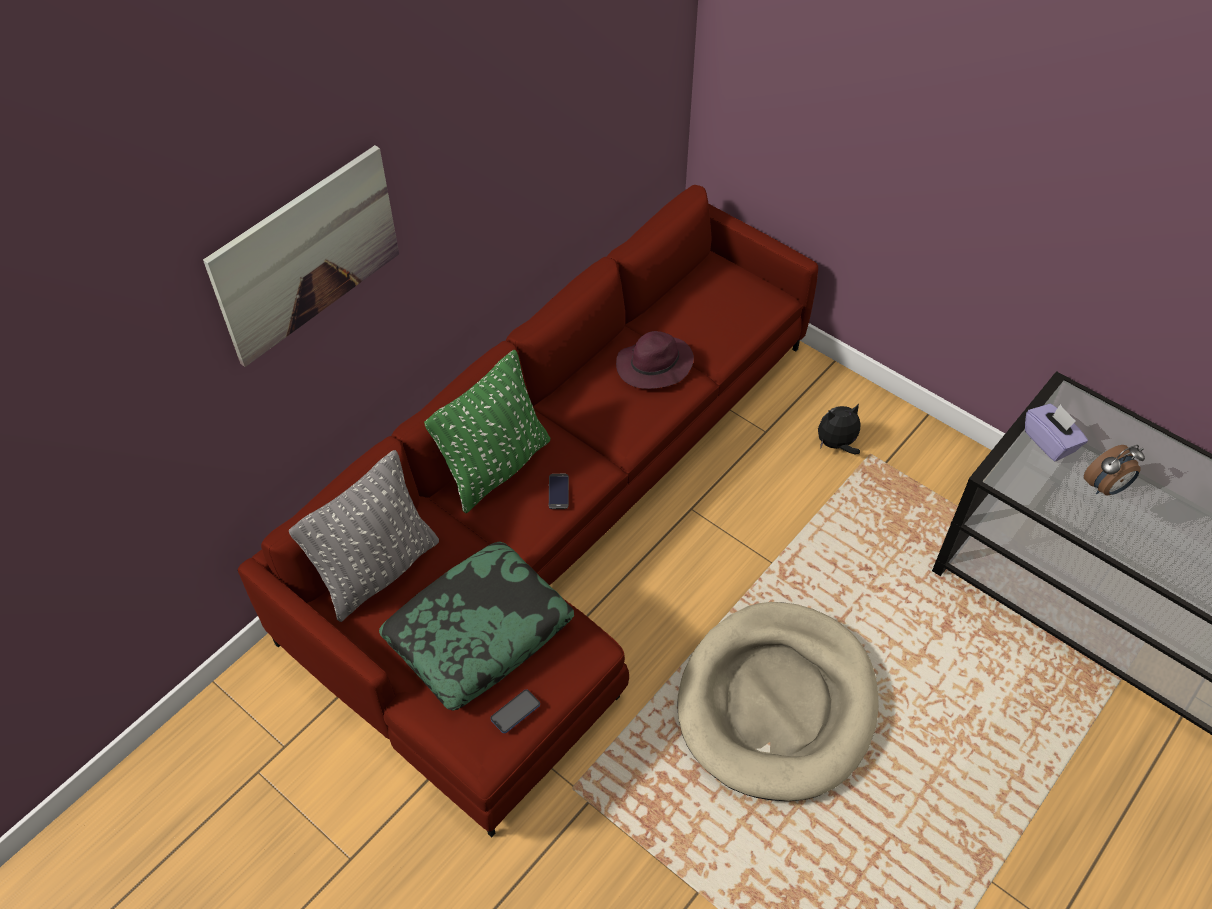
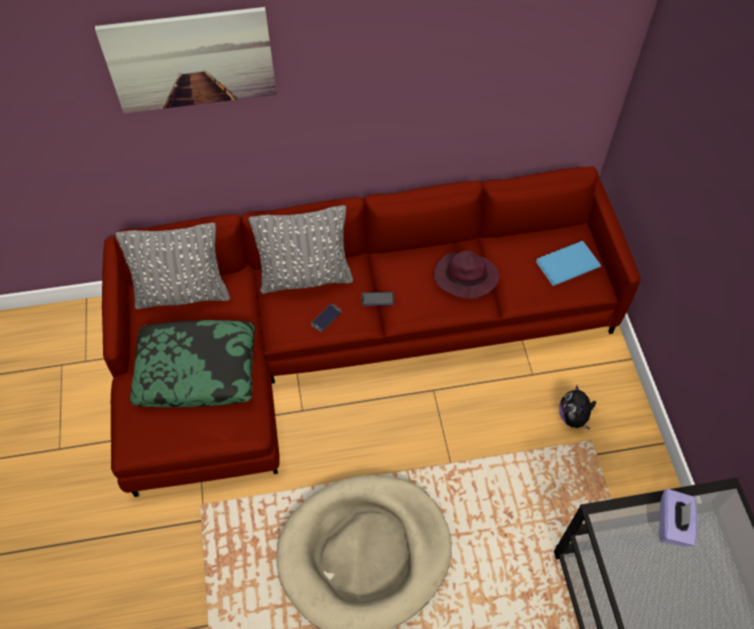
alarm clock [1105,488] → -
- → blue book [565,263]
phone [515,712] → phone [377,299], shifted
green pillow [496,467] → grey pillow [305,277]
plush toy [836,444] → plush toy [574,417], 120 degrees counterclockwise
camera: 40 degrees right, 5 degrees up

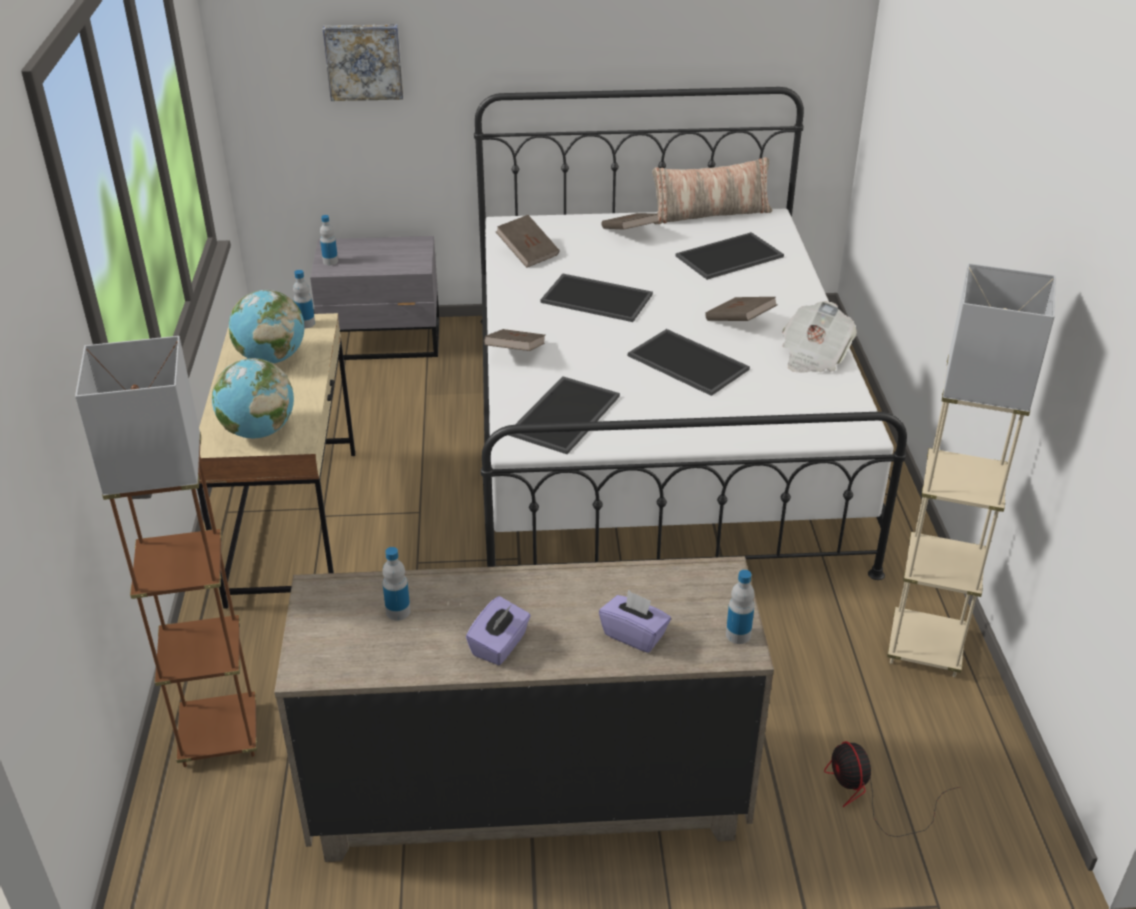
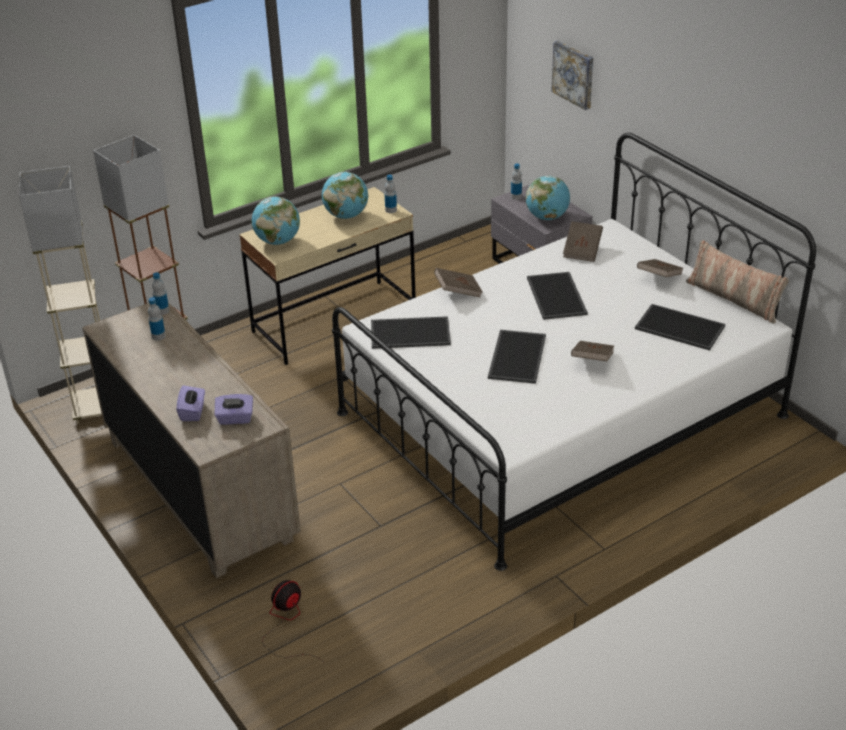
newspaper [813,356] → -
- → globe [547,217]
purple tissue box [500,645] → purple tissue box [235,419], shifted
bottle [738,635] → bottle [162,311], shifted
beige floor lamp [925,648] → beige floor lamp [96,408], shifted
camera: 60 degrees right, 0 degrees up

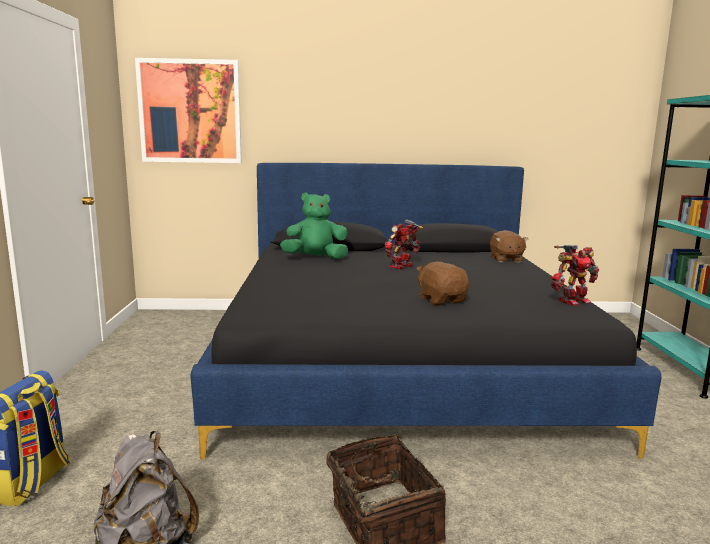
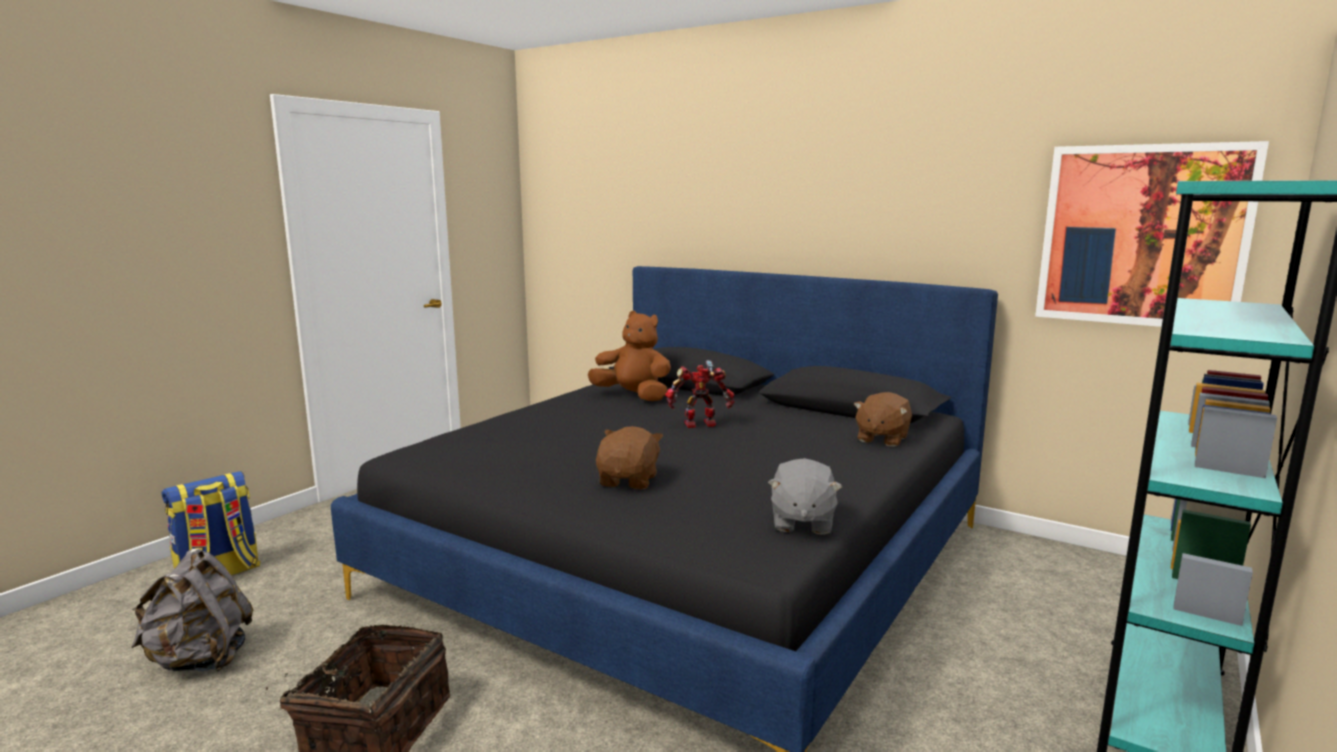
picture [190,111] → picture [1142,236], shifted
toy robot [572,301] → grey plush toy [801,522]
green plush toy [315,258] → brown plush toy [633,396]
camera: 35 degrees right, 0 degrees up

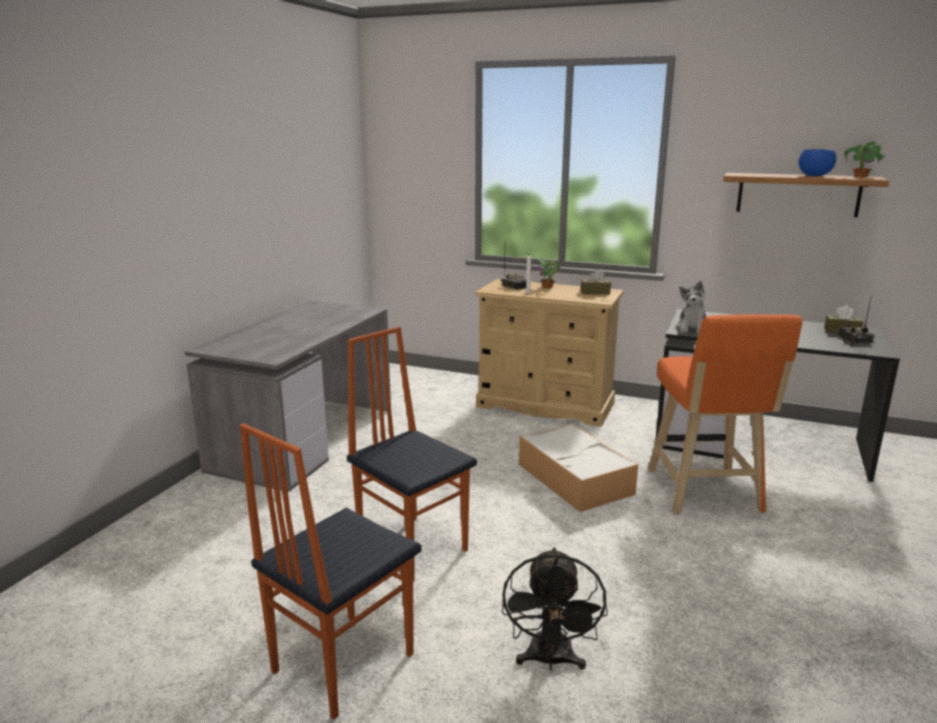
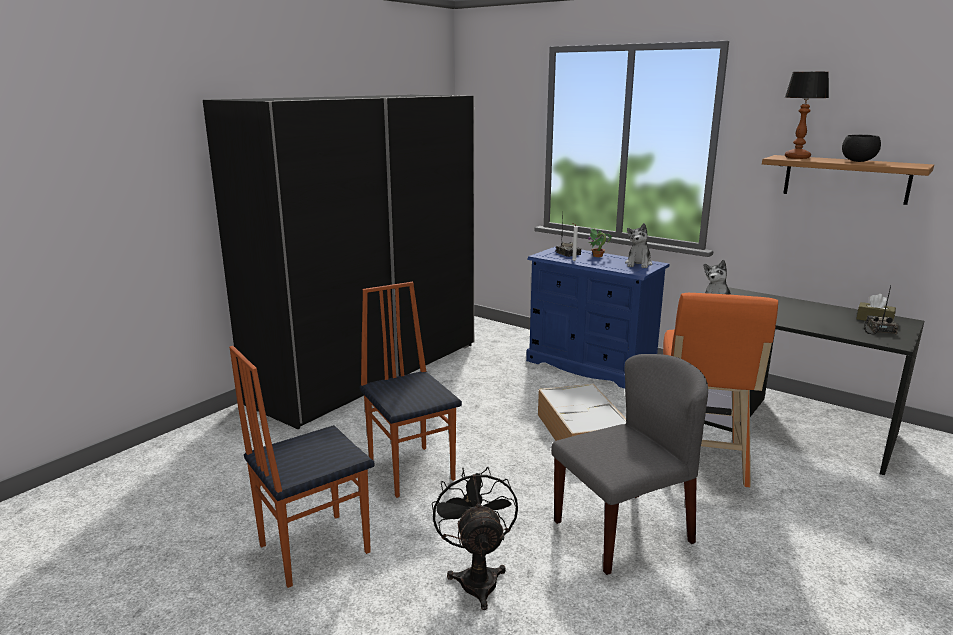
potted plant [860,176] → -
- → grey chair [623,530]
- → table lamp [797,157]
grey desk [305,438] → black wardrobe [368,371]
brown tissue box [595,292] → plush toy [638,264]
beige dresser [545,405] → blue dresser [590,366]
blue bowl [814,176] → black bowl [857,161]
black fan [550,661] → black fan [477,577], 150 degrees clockwise
camera: 15 degrees right, 0 degrees up

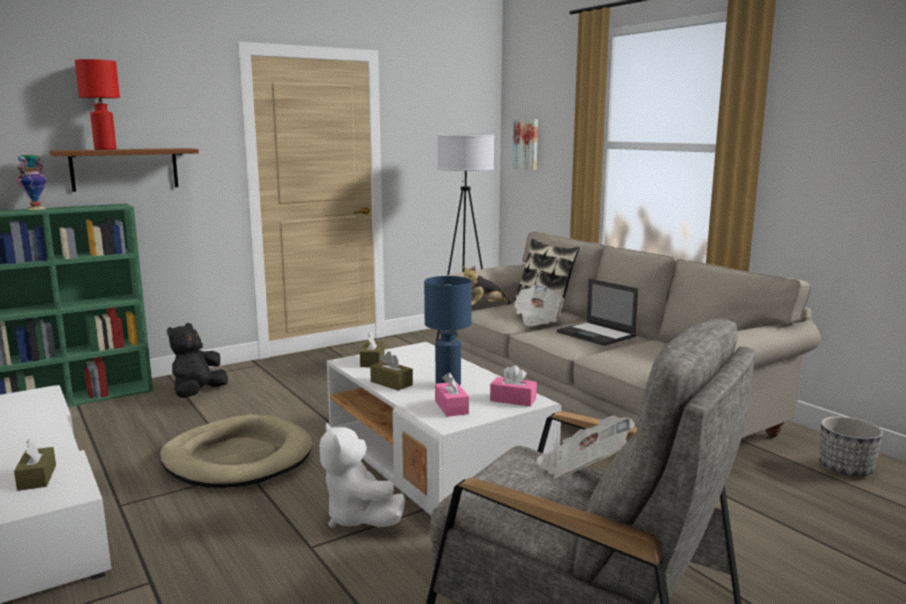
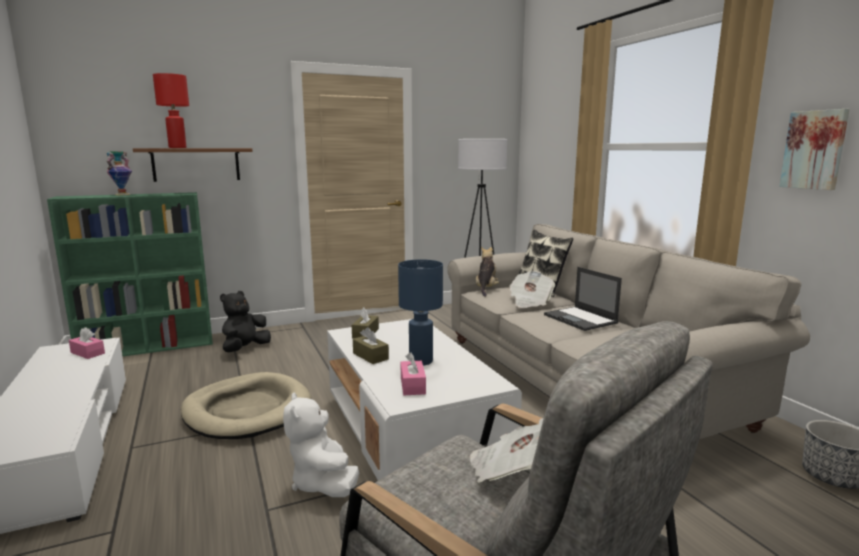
brown tissue box [37,477] → -
pink tissue box [513,400] → pink tissue box [87,353], shifted
picture [527,144] → picture [814,150], shifted
plush toy [484,308] → plush toy [486,289], 120 degrees clockwise
camera: 10 degrees right, 0 degrees up

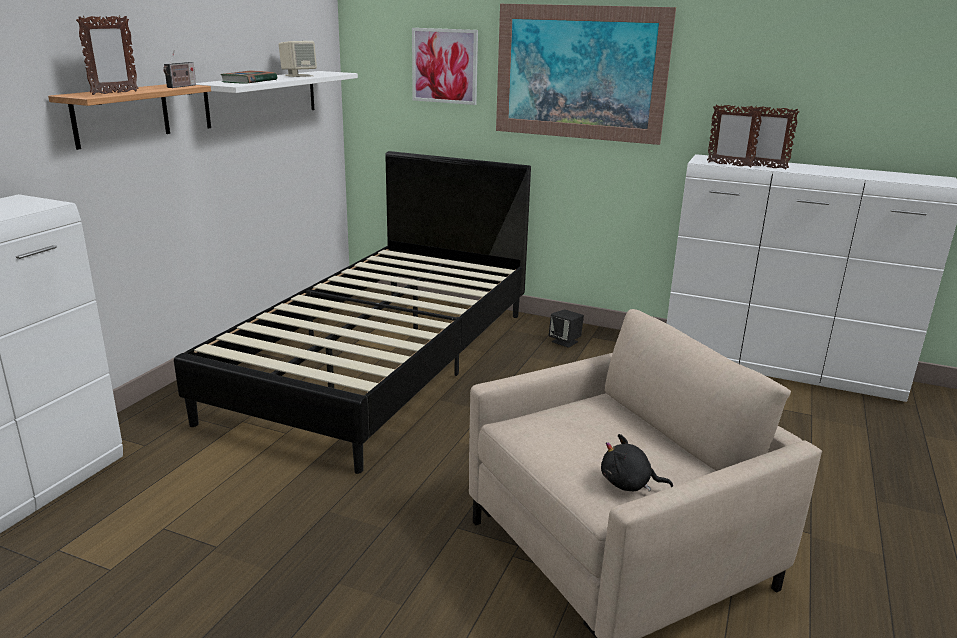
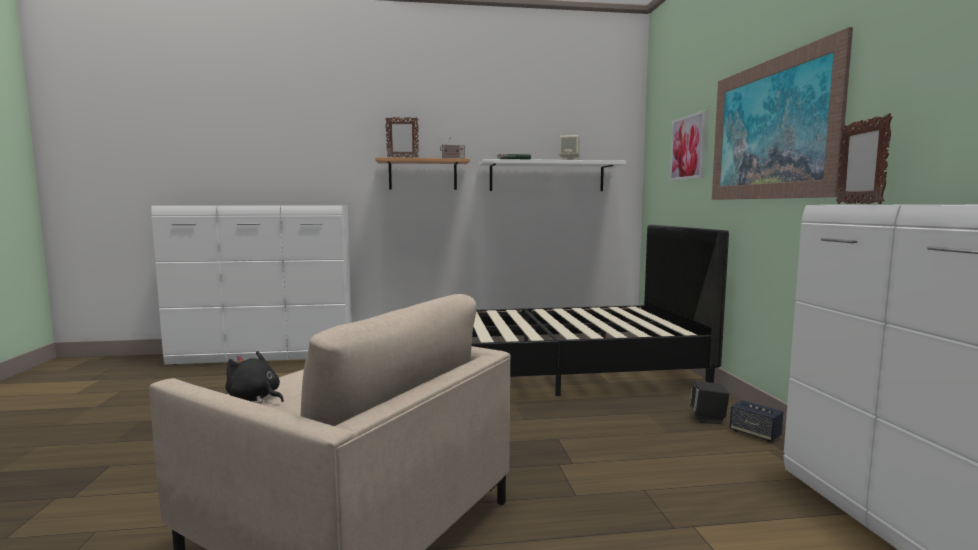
picture frame [763,167] → -
- → speaker [755,434]
black plush toy [629,484] → black plush toy [255,399], 45 degrees counterclockwise
camera: 60 degrees right, 15 degrees down

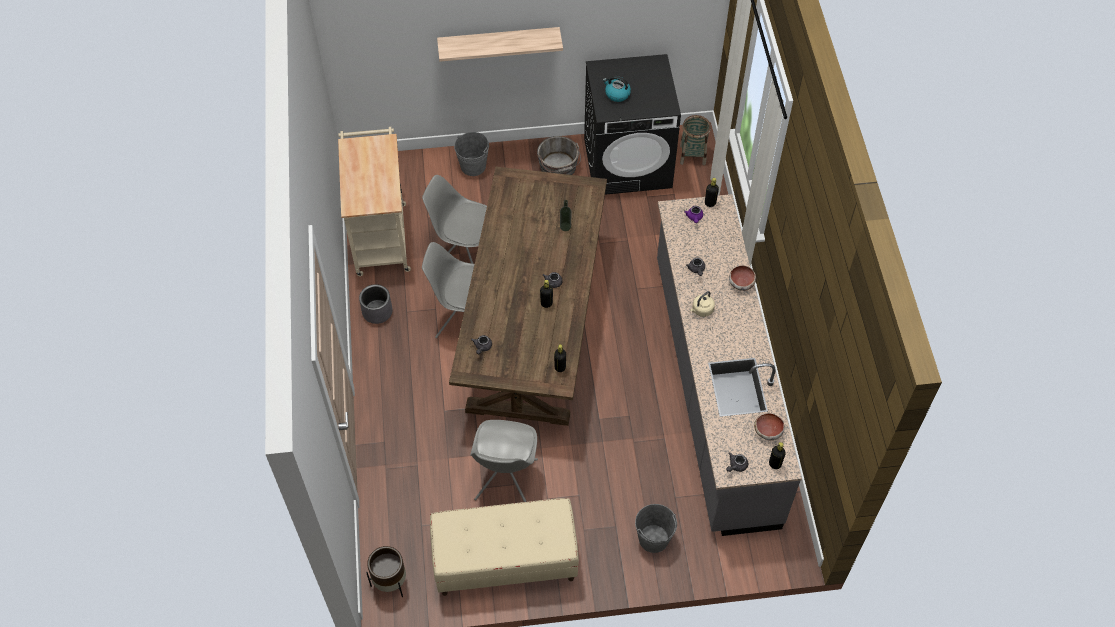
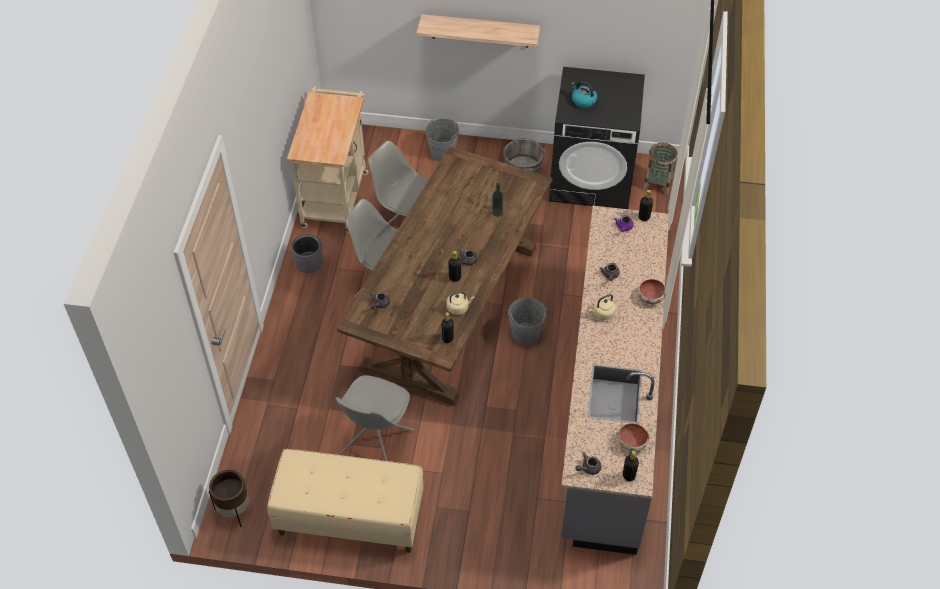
- → beige kettle [458,308]
grey bucket [653,538] → grey bucket [526,334], shifted
camera: 15 degrees right, 5 degrees down

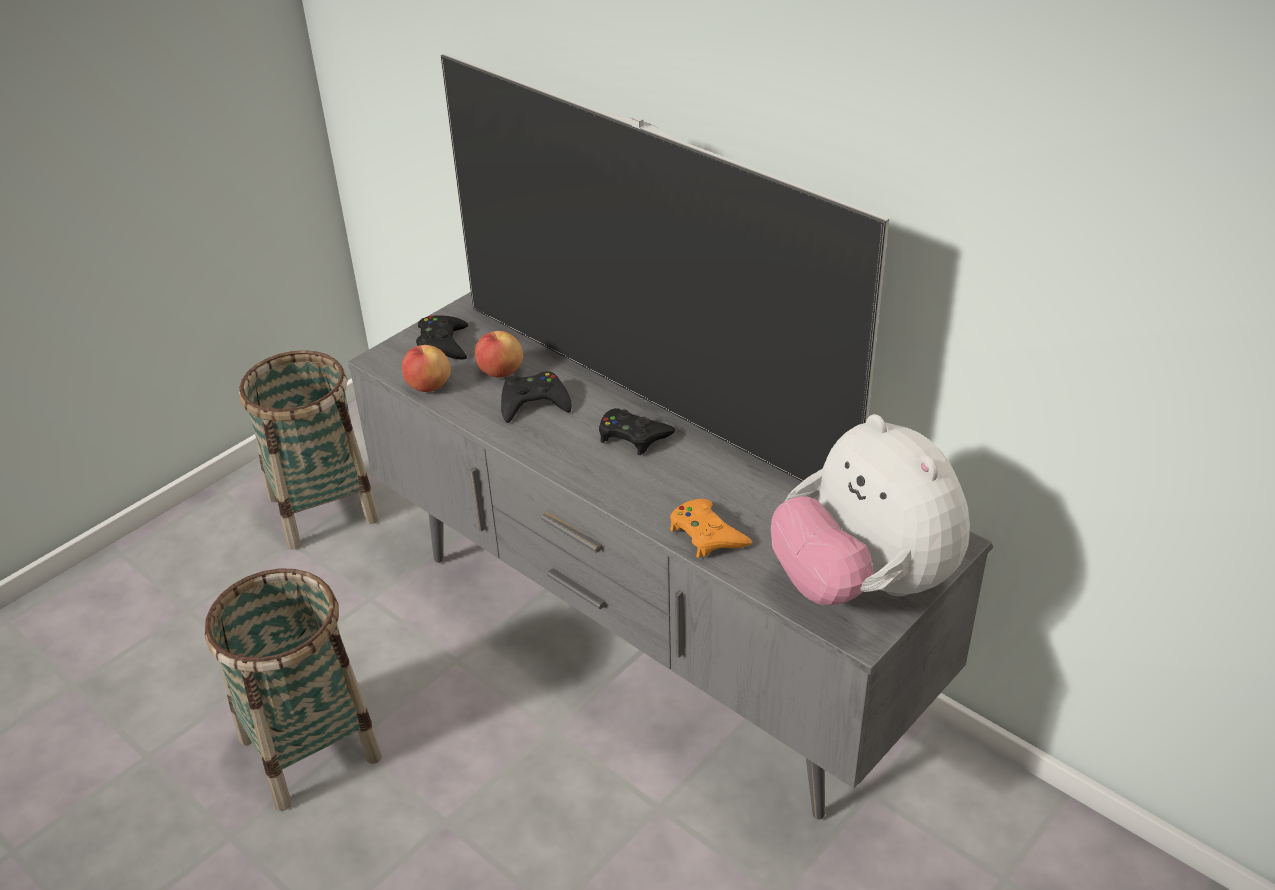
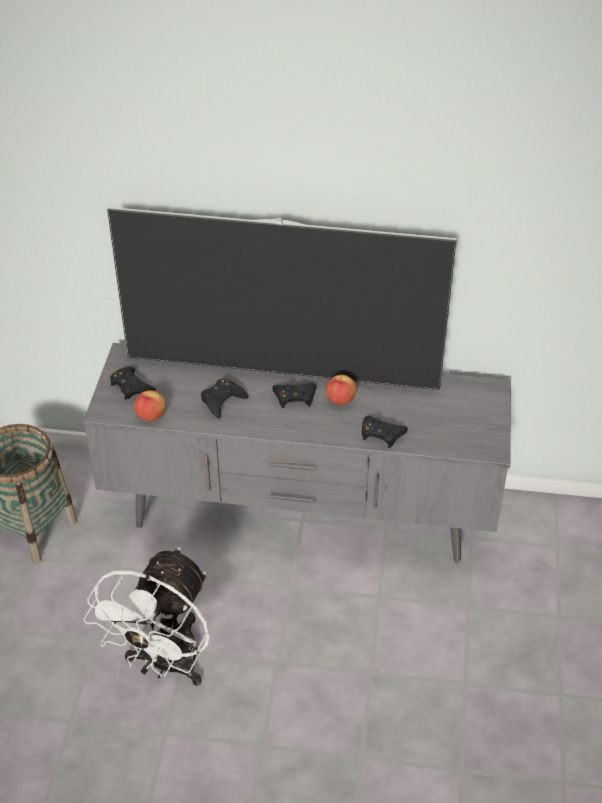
plush toy [863,584] → -
apple [500,372] → apple [340,400], shifted
basket [310,748] → white fan [165,665]
orange game controller [707,534] → black game controller [381,434]
camera: 35 degrees left, 5 degrees up

